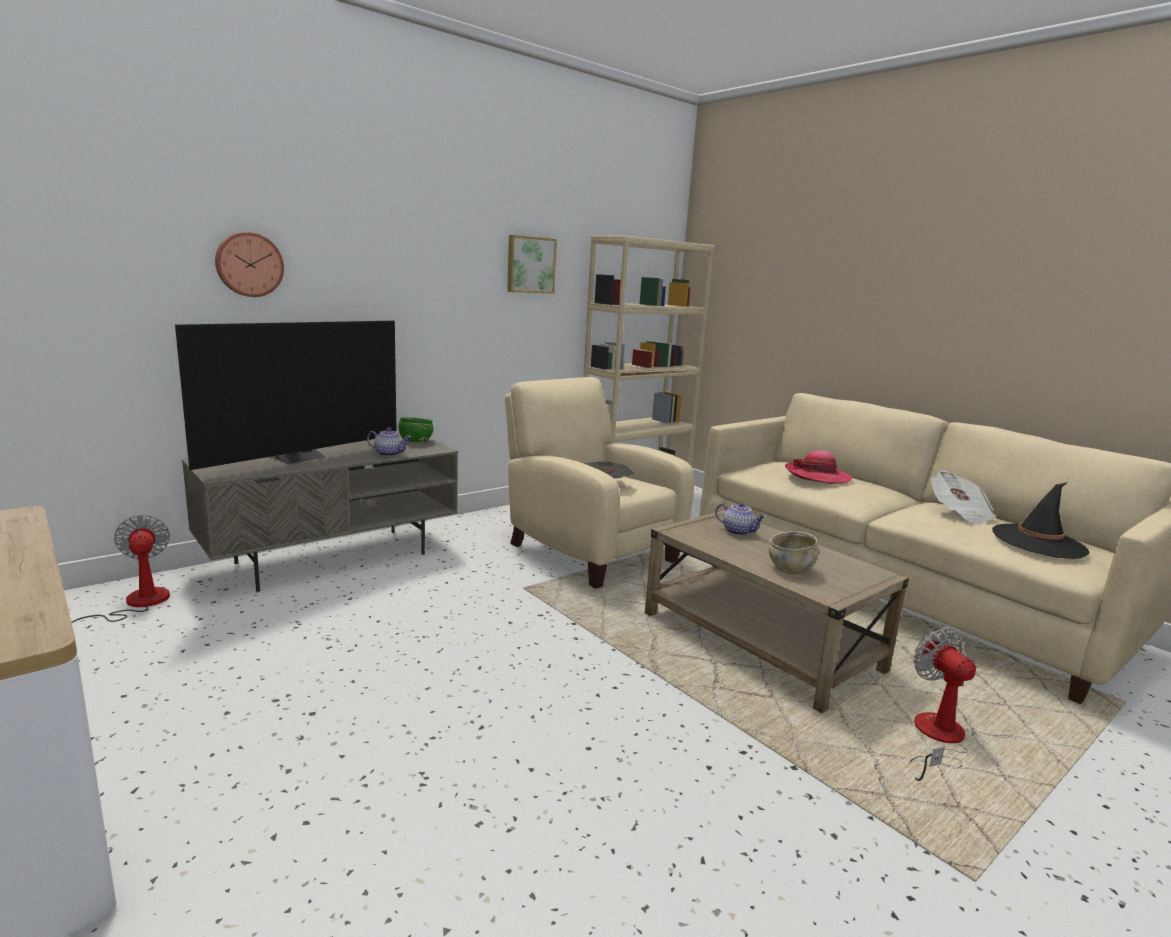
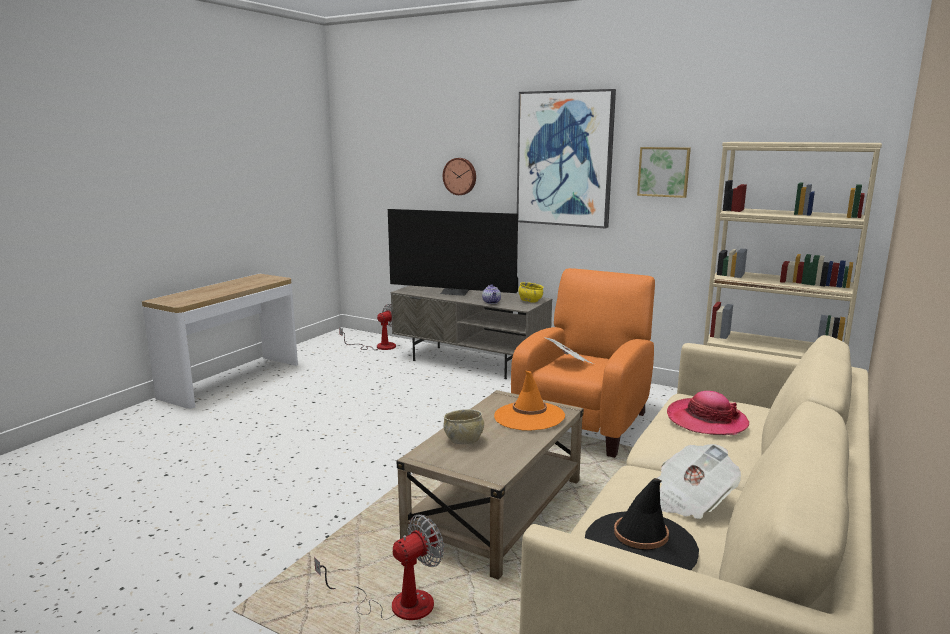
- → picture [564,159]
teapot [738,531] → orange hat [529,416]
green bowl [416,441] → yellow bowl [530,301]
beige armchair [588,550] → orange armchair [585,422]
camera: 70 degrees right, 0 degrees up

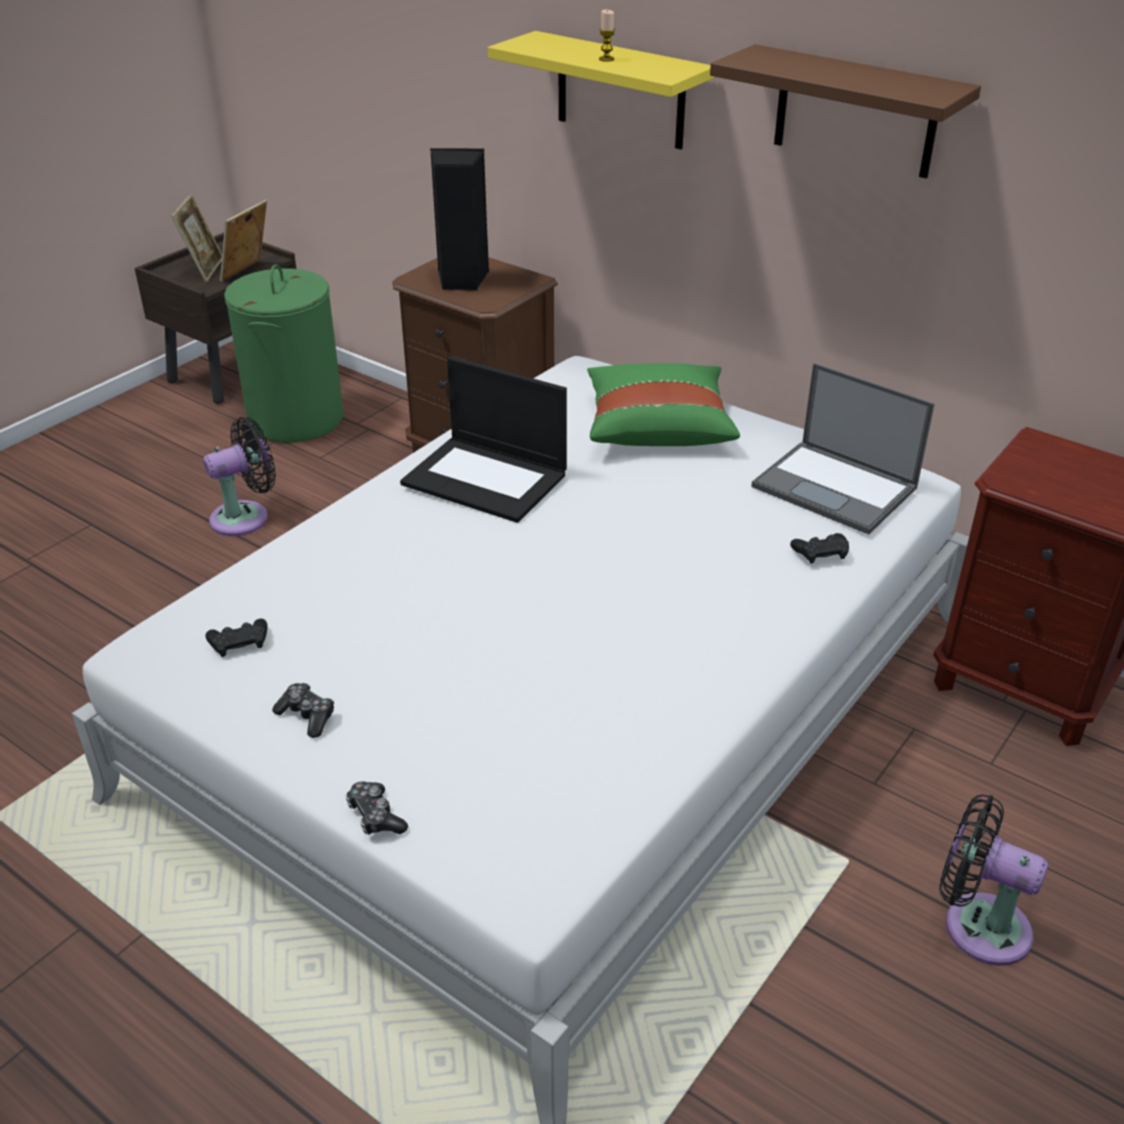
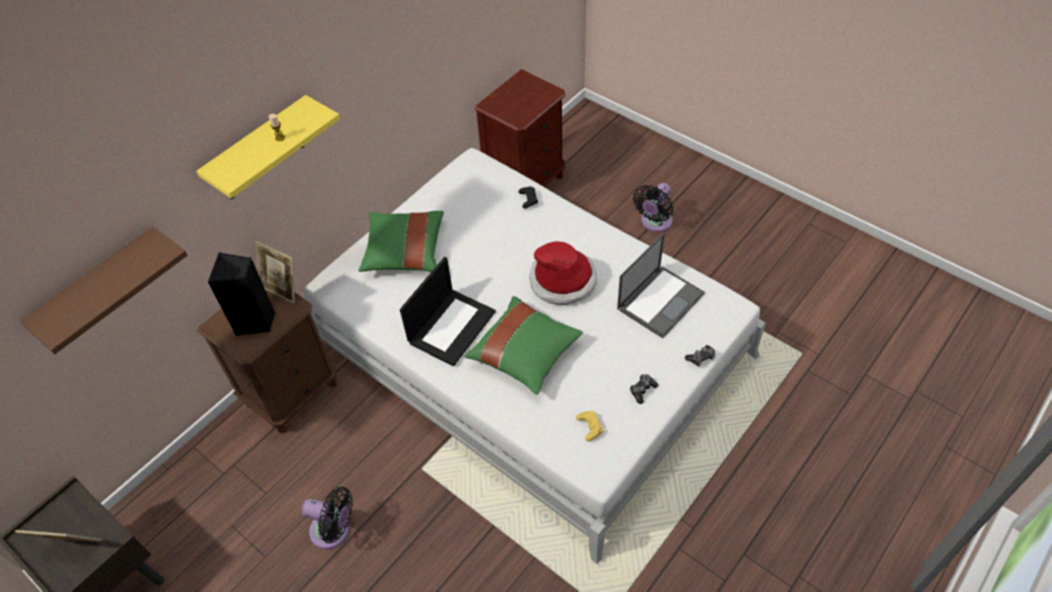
green laundry basket [296,419] → -
- → green pillow [525,354]
- → hat [563,280]
picture frame [248,273] → picture frame [282,288], shifted
brown shelf [855,112] → brown shelf [101,290], shifted
laptop [836,488] → laptop [660,300], shifted
black game controller [239,642] → yellow game controller [590,427]
black fan [245,517] → black fan [334,531], 135 degrees clockwise
camera: 85 degrees left, 15 degrees up

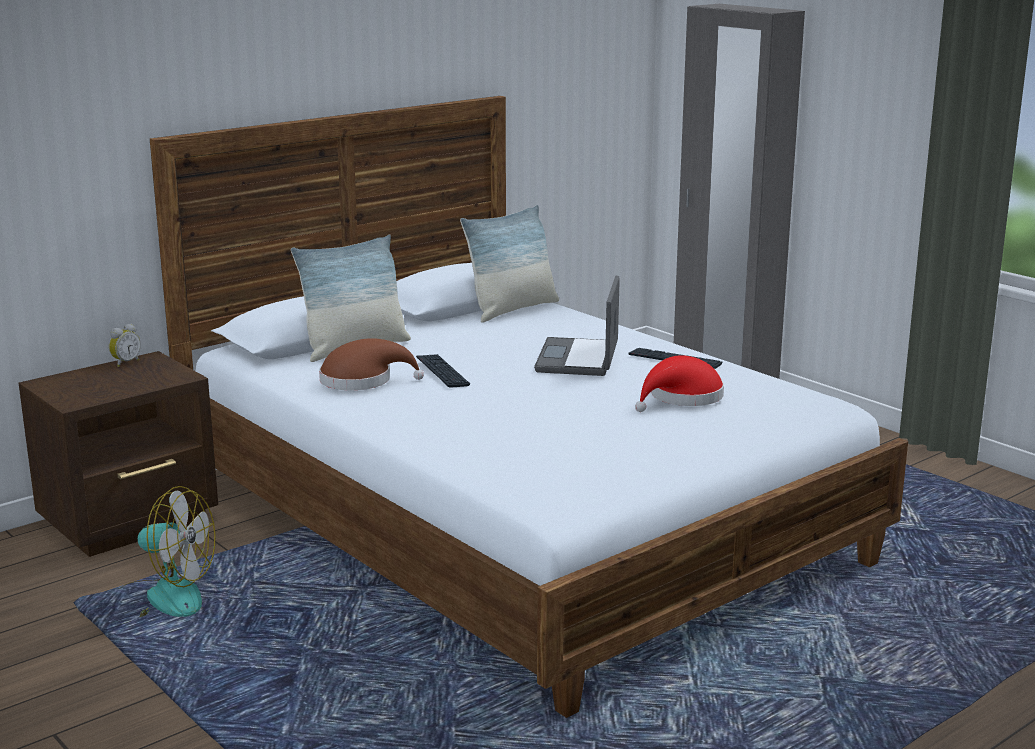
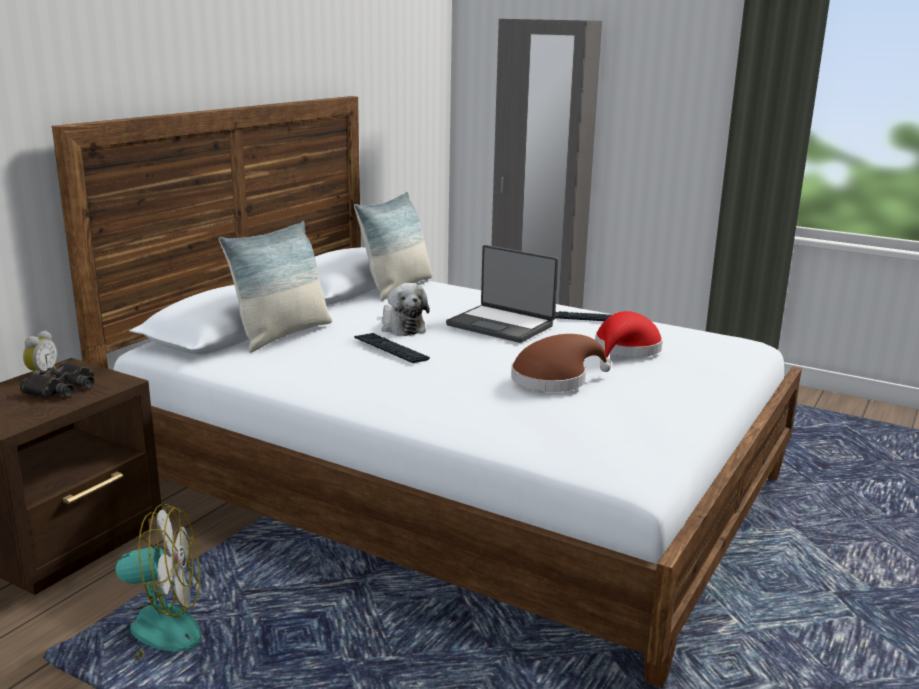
- → black binoculars [62,388]
- → plush toy [401,327]
brown hat [362,380] → brown hat [554,379], shifted
laptop [579,359] → laptop [501,325], 45 degrees counterclockwise
camera: 20 degrees left, 0 degrees up

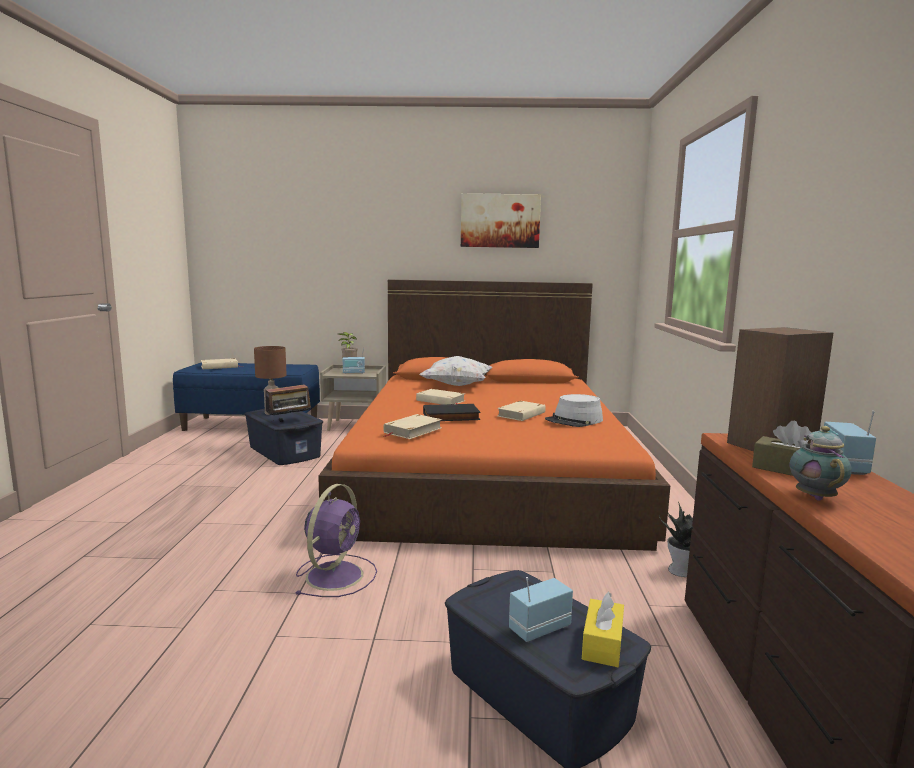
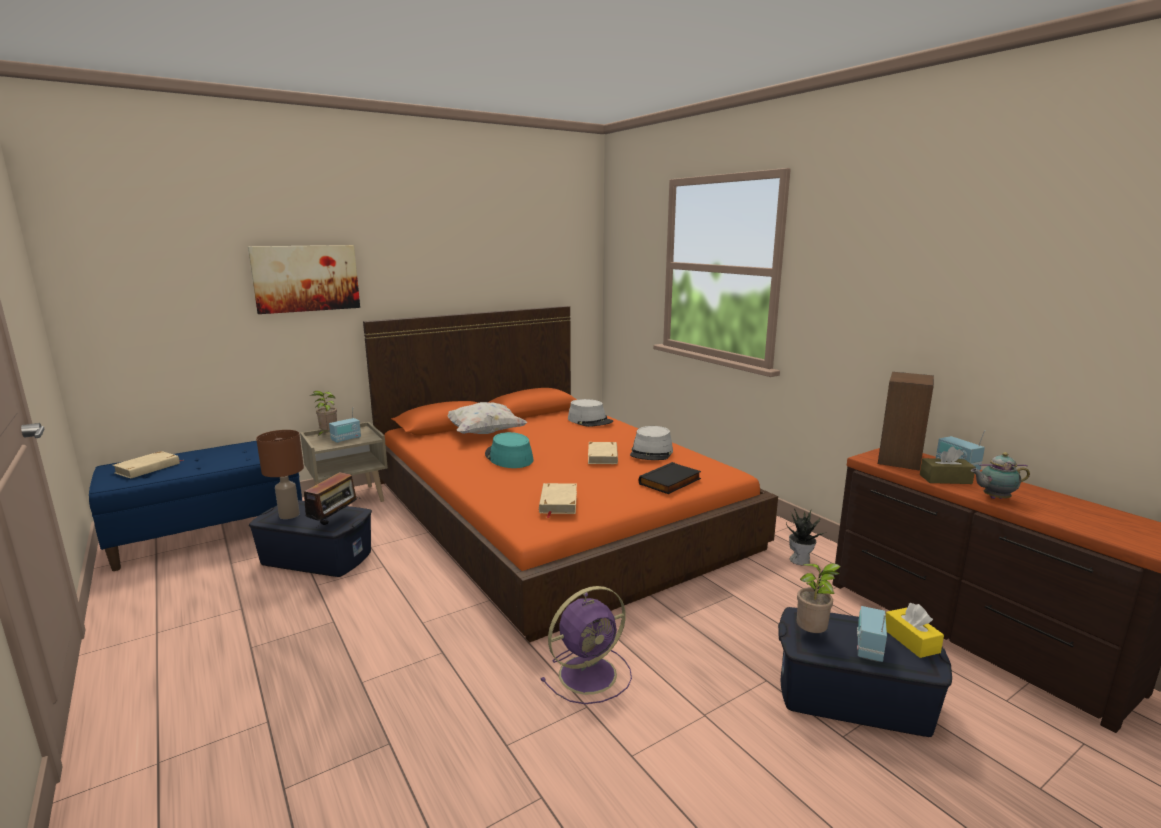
- → grey hat [590,420]
- → potted plant [812,635]
black book [451,417] → black book [670,482], shifted
picture [500,221] → picture [306,278], shifted
beige book [440,401] → turquoise hat [508,457]
purple fan [336,574] → purple fan [590,673], 75 degrees clockwise
teapot [814,497] → teapot [994,498], 60 degrees counterclockwise
camera: 35 degrees left, 5 degrees up

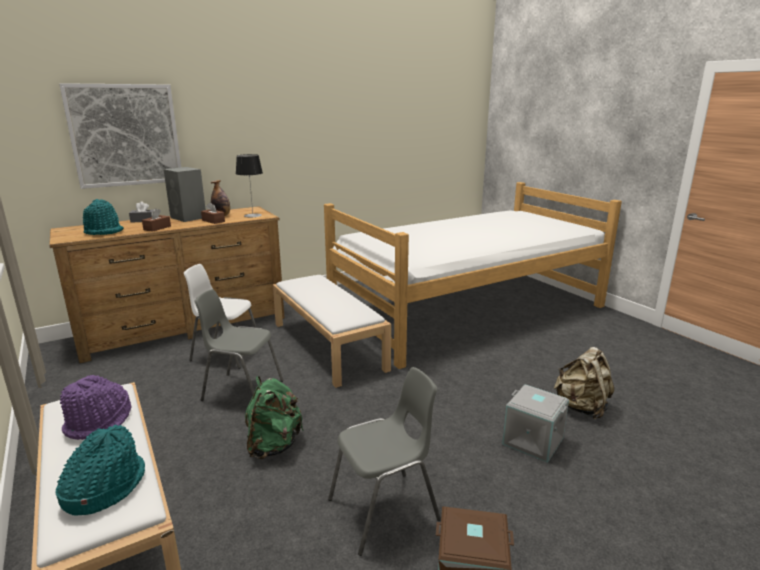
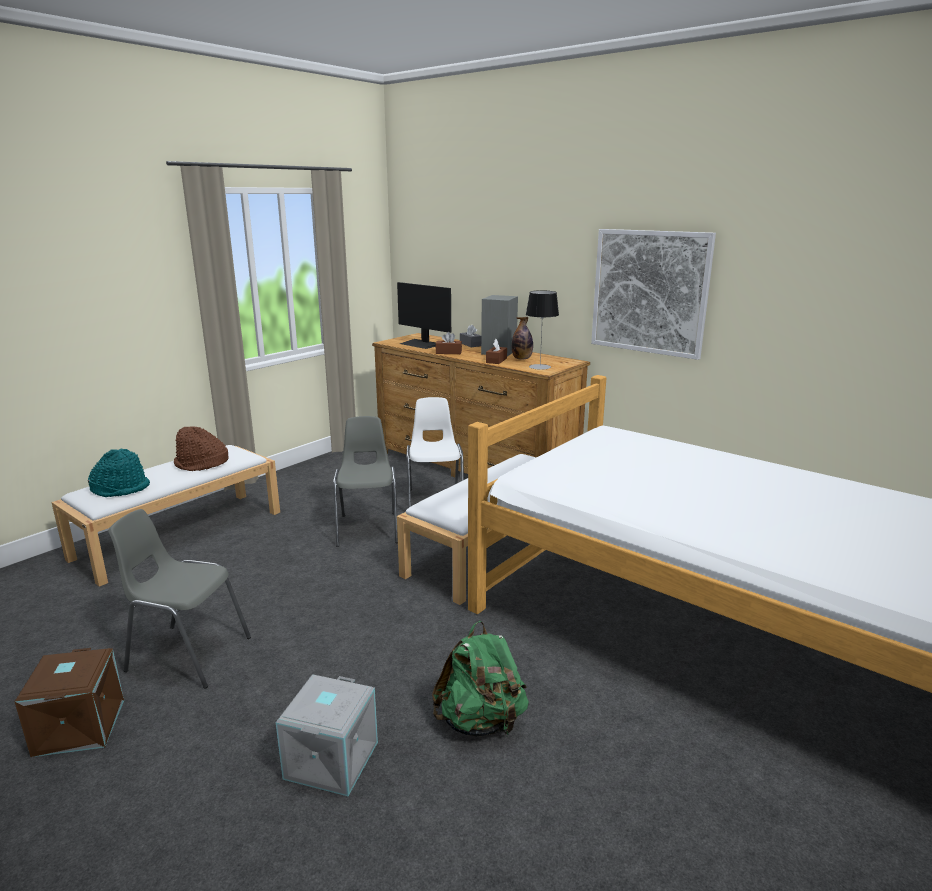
beige backpack [581,408] → -
picture [125,135] → picture [649,292], shifted
green backpack [274,445] → green backpack [481,722], shifted
turquoise hat [104,231] → monitor [421,344]
purple hat [99,422] → brown hat [201,464]
grey chair [385,510] → grey chair [188,654], 150 degrees clockwise
camera: 70 degrees right, 0 degrees up

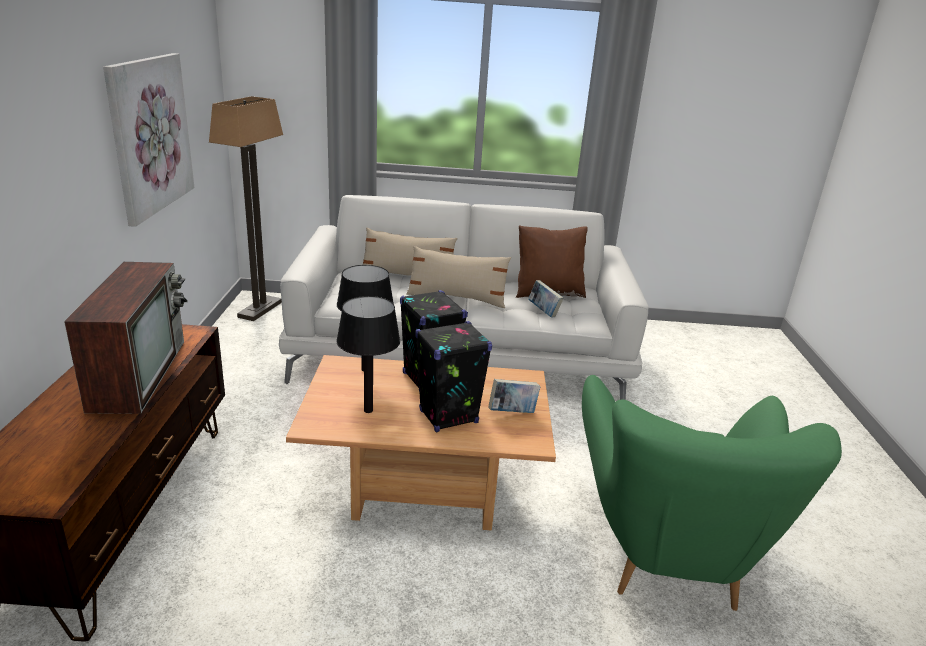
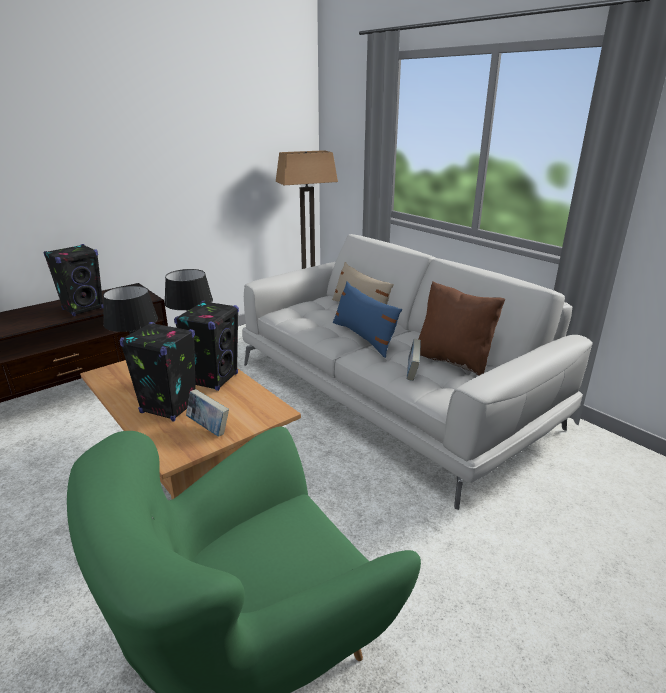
picture [151,135] → -
television [138,372] → black speaker [83,309]
beige pillow [456,298] → blue pillow [364,337]
camera: 50 degrees right, 0 degrees up

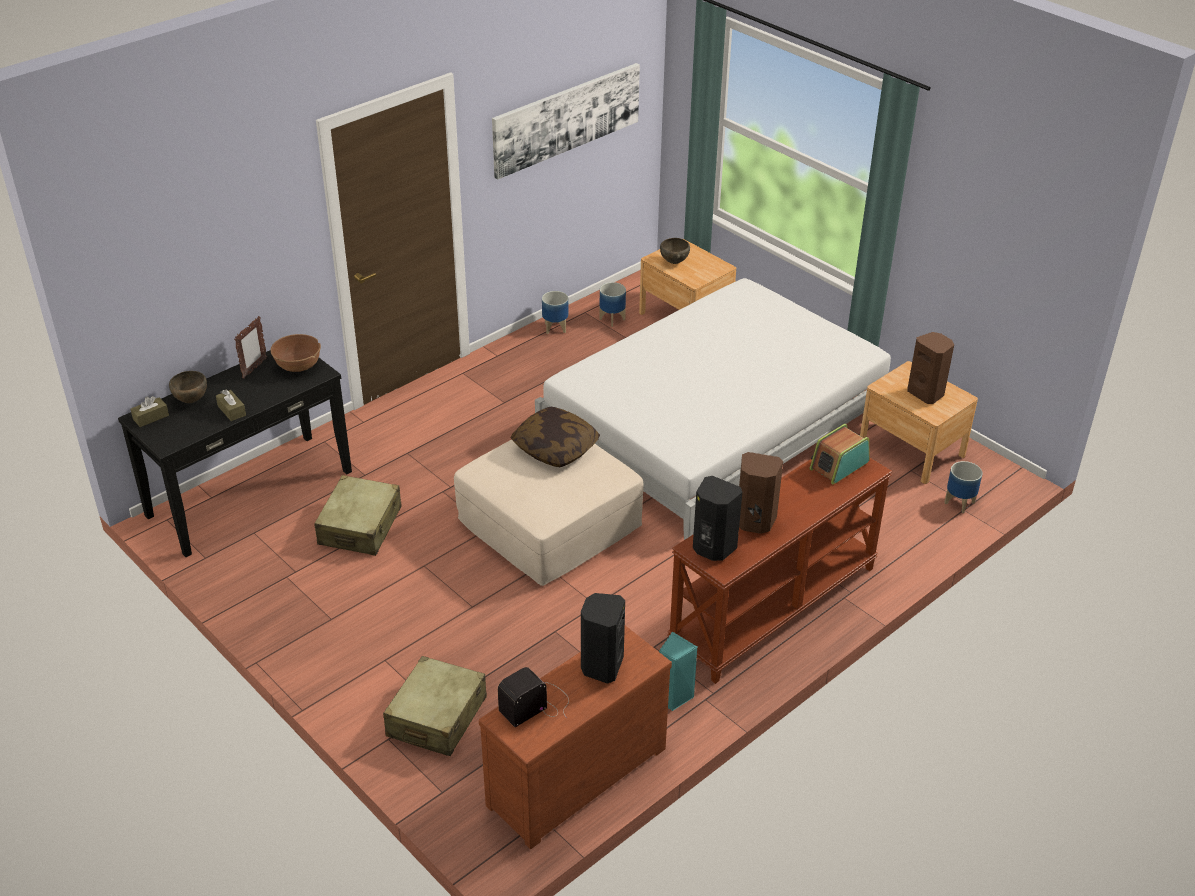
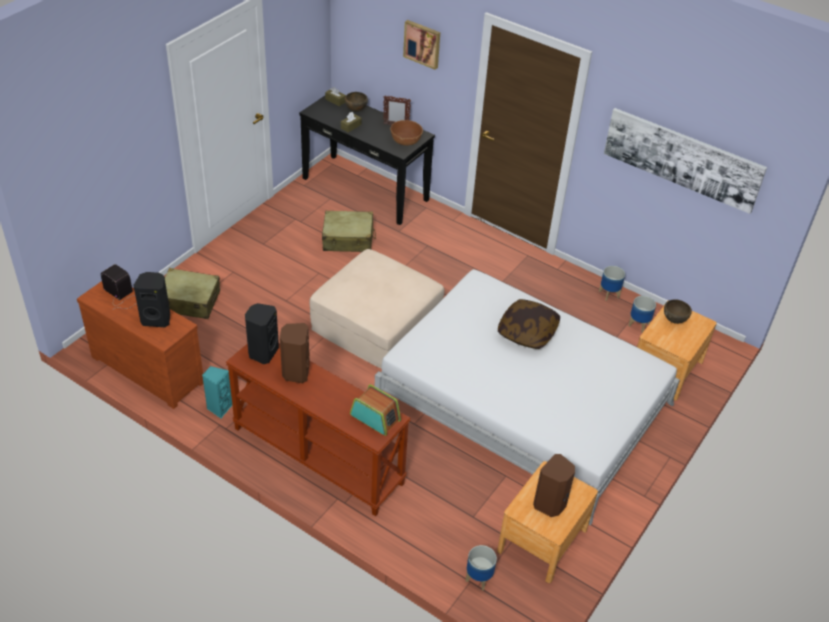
- → picture [422,43]
pillow [555,448] → pillow [527,332], shifted
camera: 75 degrees right, 5 degrees up

